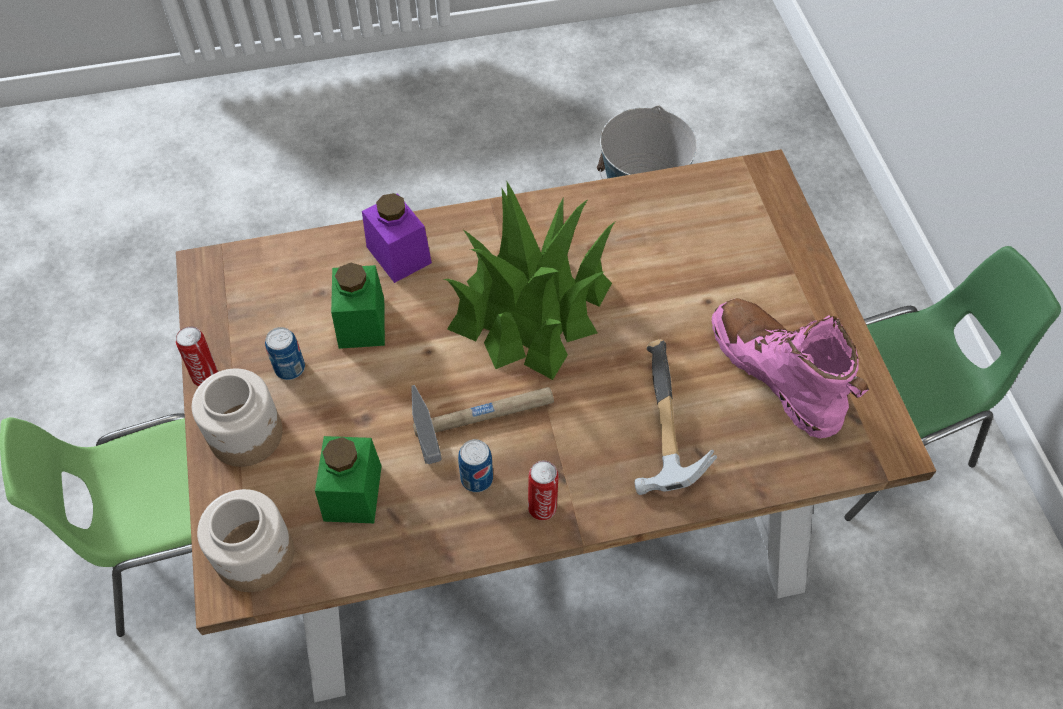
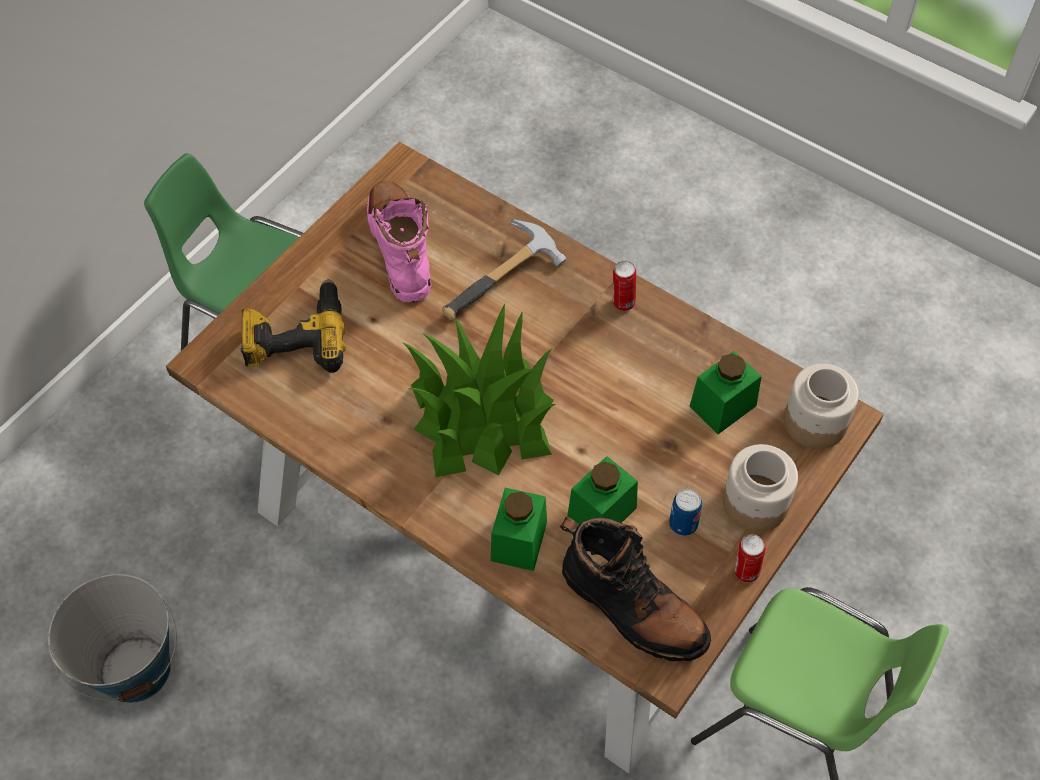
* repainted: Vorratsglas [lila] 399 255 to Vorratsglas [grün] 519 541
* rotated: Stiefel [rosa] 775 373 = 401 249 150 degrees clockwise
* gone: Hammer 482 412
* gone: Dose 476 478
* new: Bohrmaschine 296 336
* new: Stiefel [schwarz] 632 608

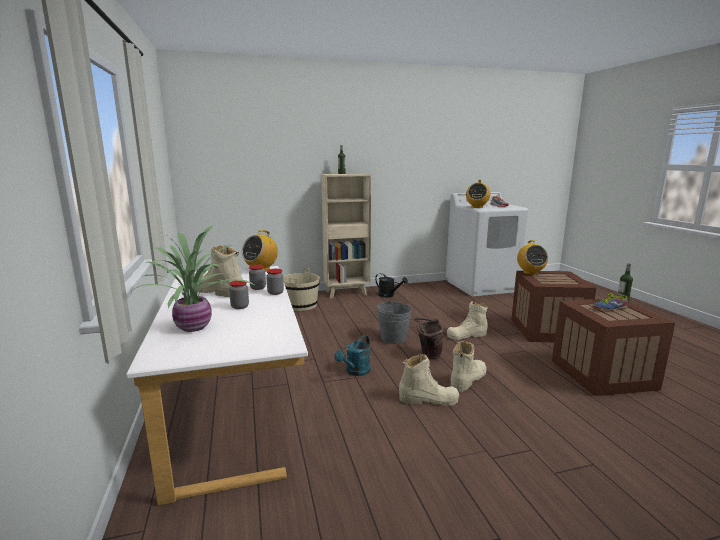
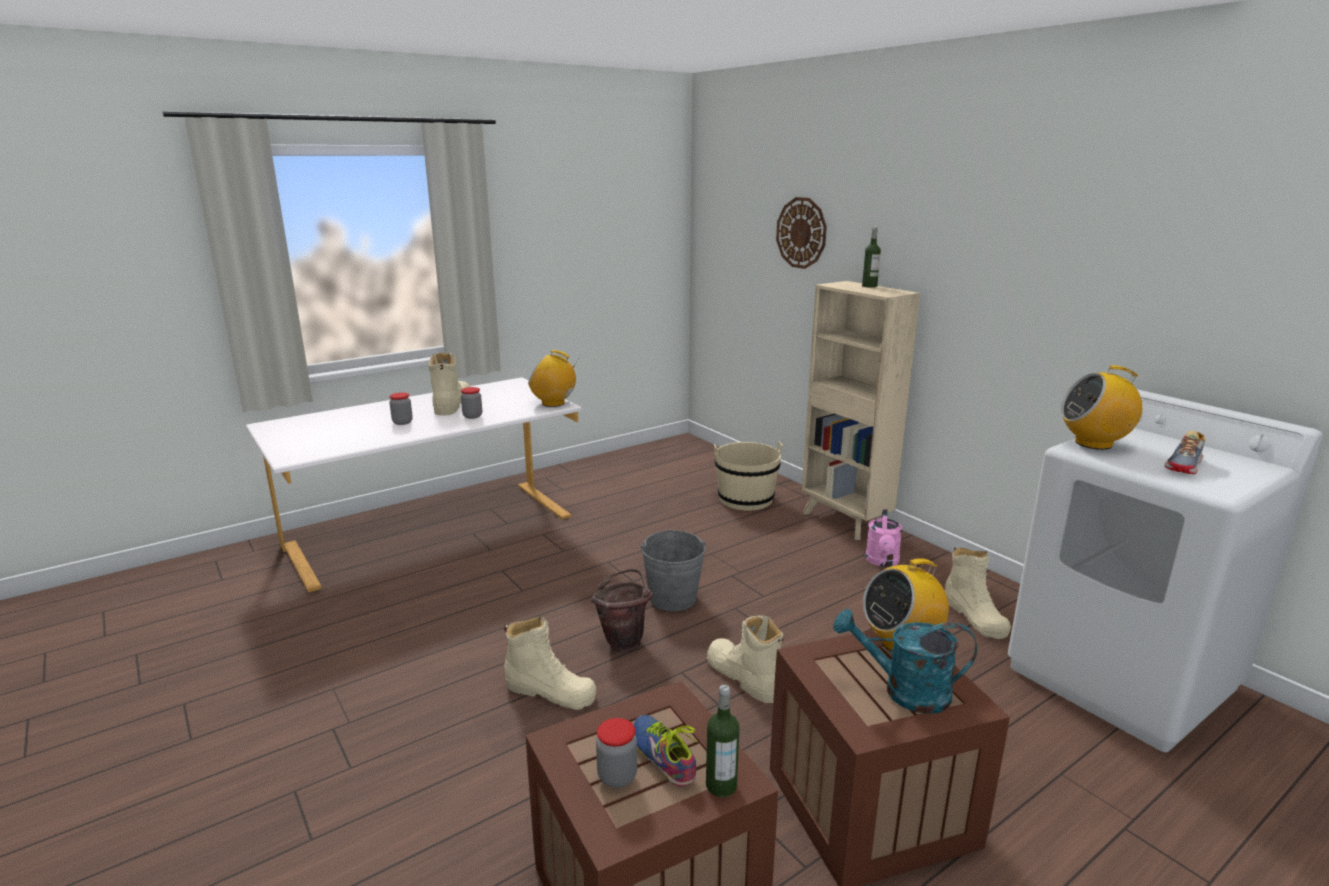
* gone: Topfpflanze 195 327
* shifted: Vorratsglas 275 293 to 617 776
* repainted: Gießkanne [schwarz] 389 295 to Gießkanne [rosa] 882 562
* shifted: Gießkanne [türkis] 355 372 to 904 692
* shifted: Stiefel [beige] 428 399 to 975 616
* new: Wanduhr 801 233

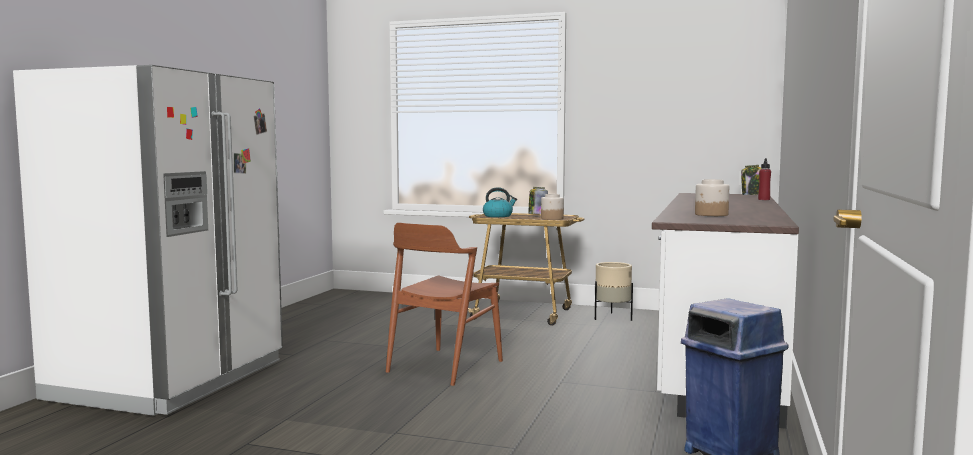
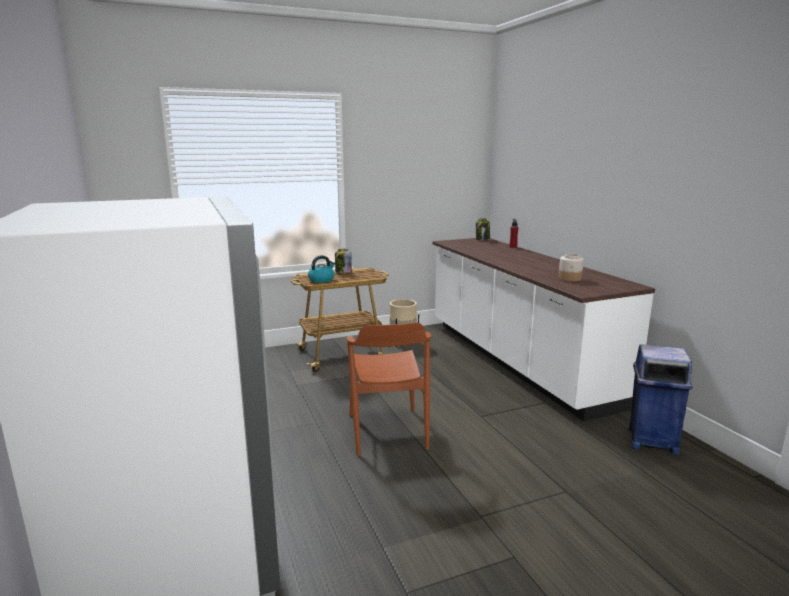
* gone: Vorratsglas 552 218

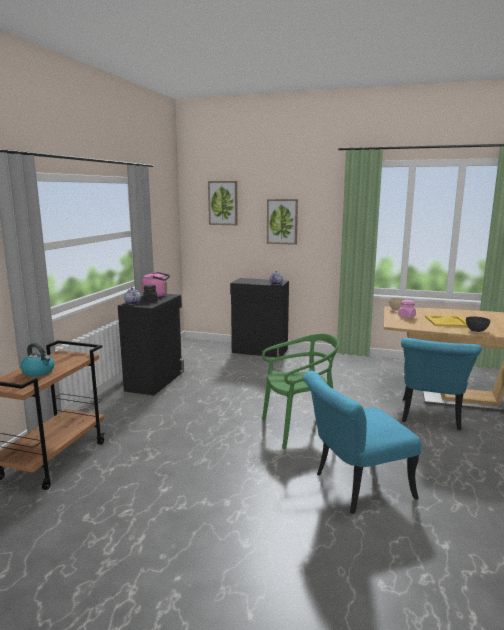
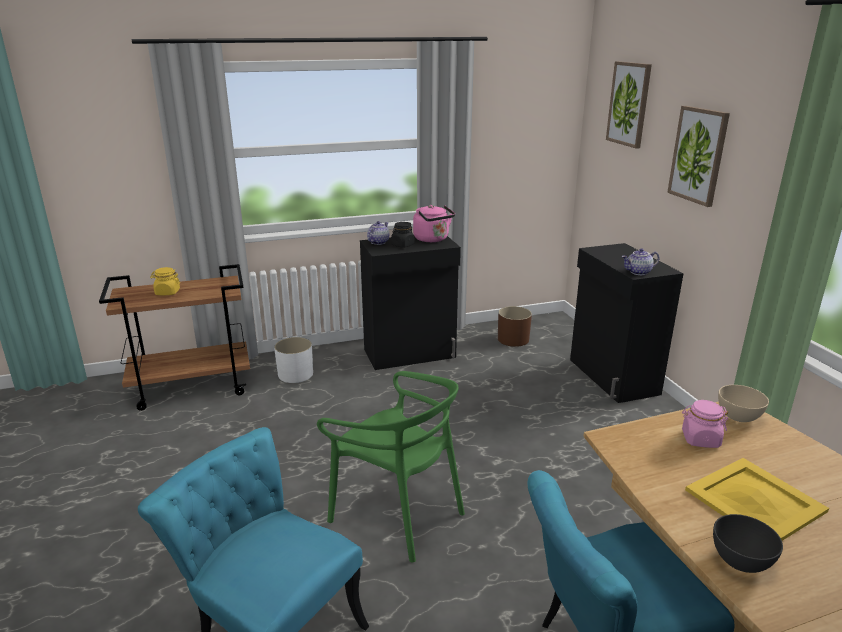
* swapped: Wasserkessel 39 372 to Vorratsglas [gelb] 167 292
* new: Pflanzkübel [braun] 513 339
* new: Pflanzkübel [weiß] 295 374

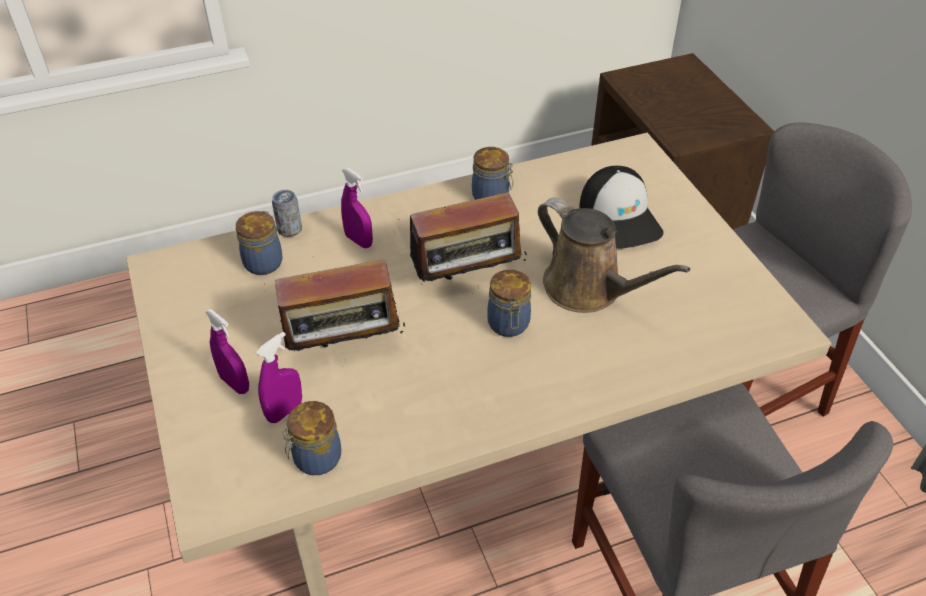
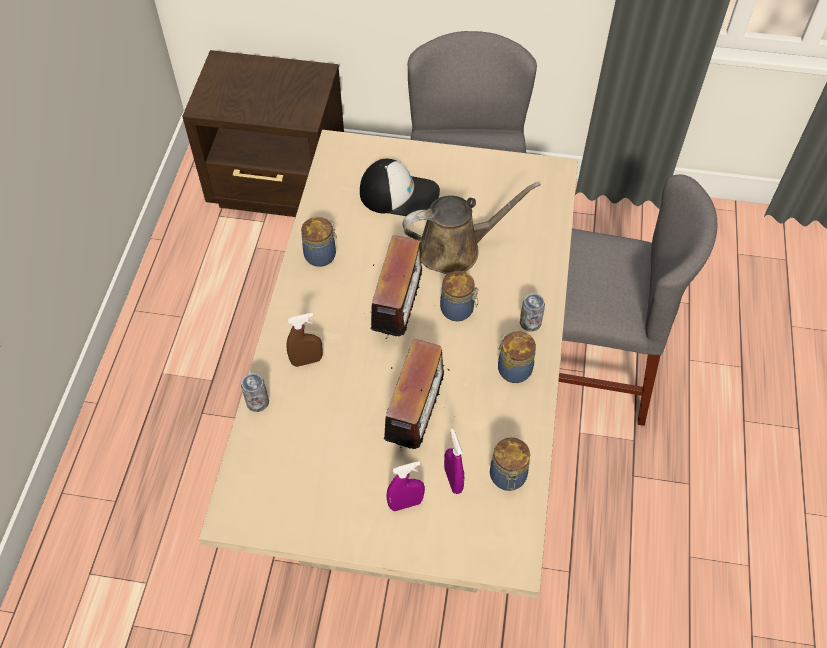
* repainted: Sprühflasche [lila] 359 241 to Sprühflasche [braun] 306 361
* shifted: Vorratsglas 264 262 to 513 369
* new: Dose 530 323

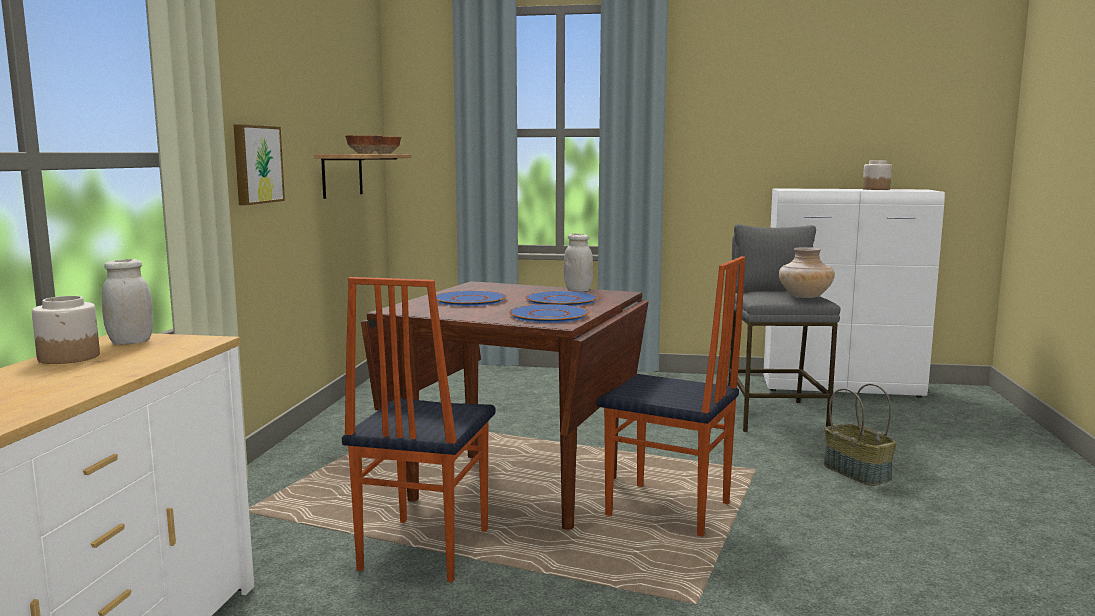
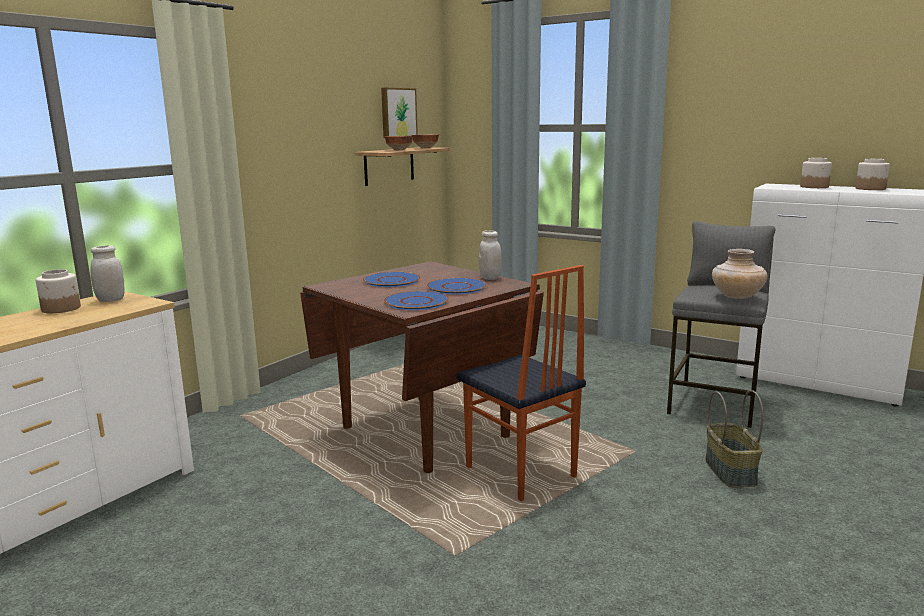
* shifted: Bild 256 164 to 397 113
* gone: Stuhl 422 550
* new: Vorratsglas 814 187

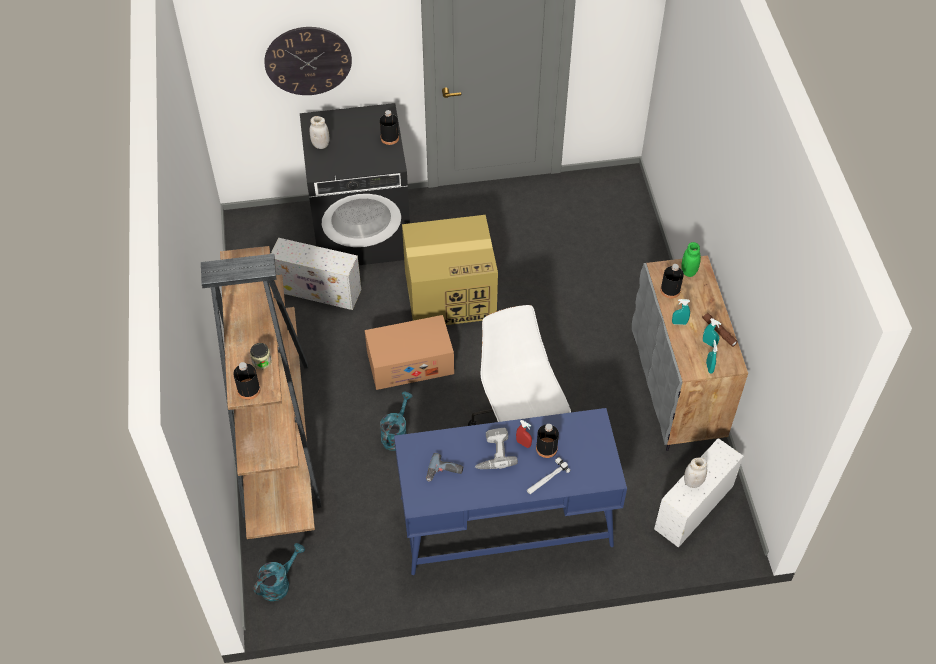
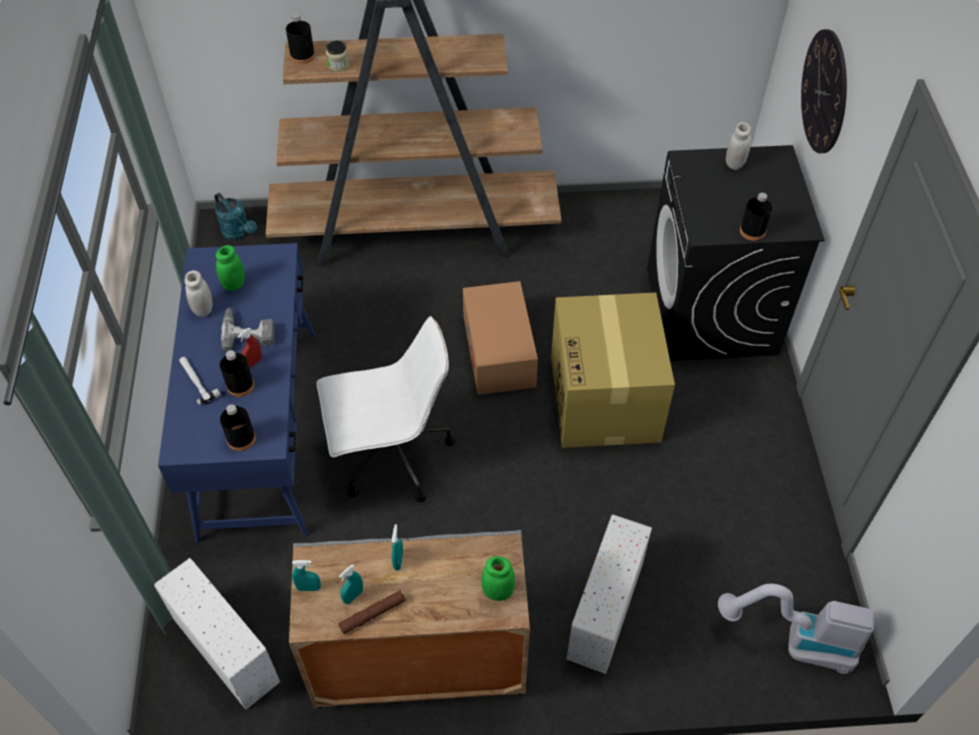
* shifted: Aufbewahrungsbox [weiß] 319 291 to 605 612
* shifted: Flasche [schwarz] 670 290 to 241 438
* gone: Gießkanne [türkis] 396 434
* swapped: Bohrmaschine 444 473 to Vorratsglas [grün] 234 284
* shifted: Vorratsglas [weiß] 693 482 to 203 309
* new: Staubsauger 795 642

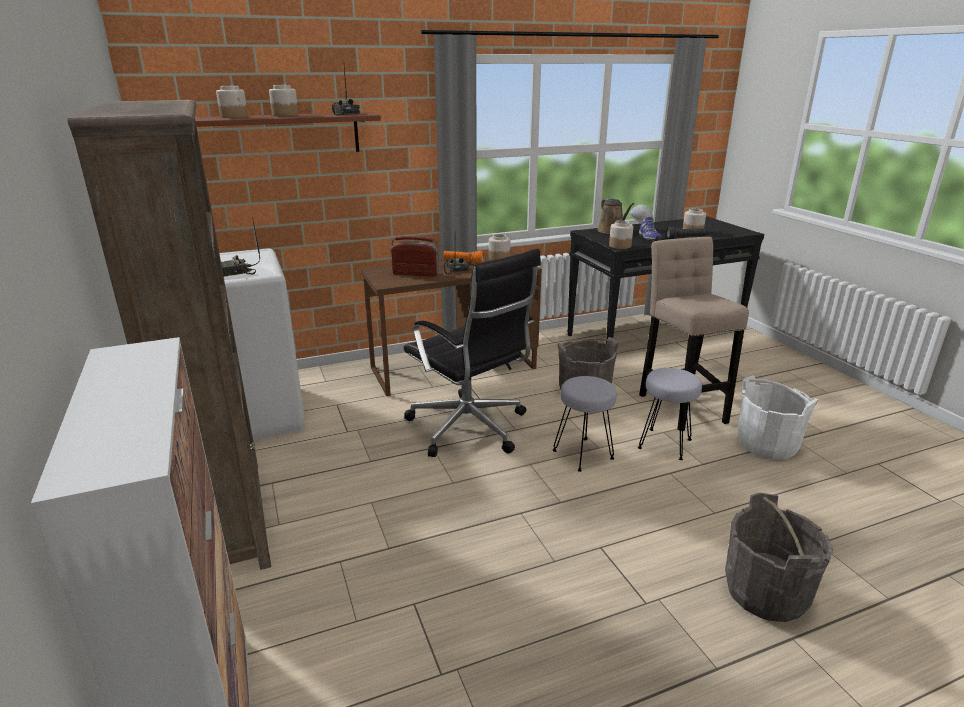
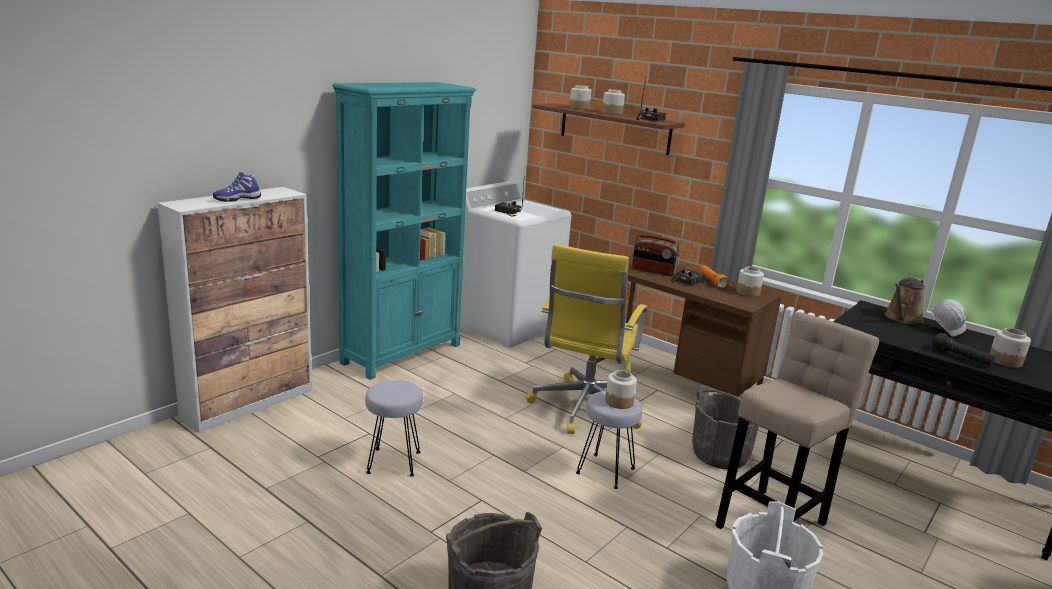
* repainted: Bücherregal [braun] 228 516 to Bücherregal [türkis] 403 353
* shifted: Schuh 648 238 to 237 199
* shifted: Vorratsglas 620 246 to 619 402
* rotated: Radio 416 273 = 653 271 135 degrees clockwise
* repainted: Bürostuhl [schwarz] 470 428 to Bürostuhl [gelb] 584 408
* shifted: Hocker [grau] 664 444 to 393 462

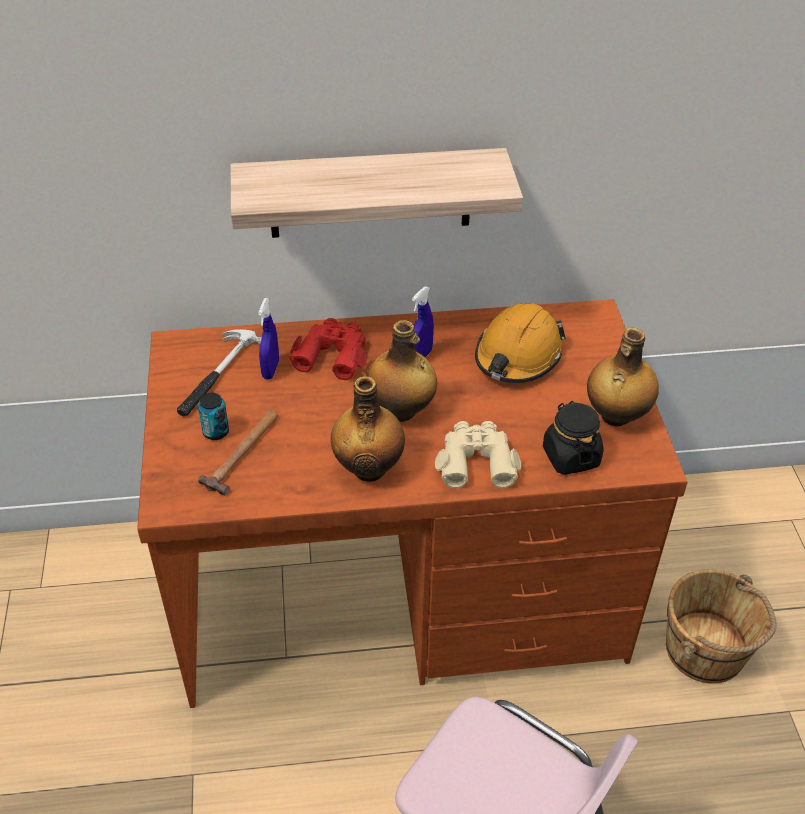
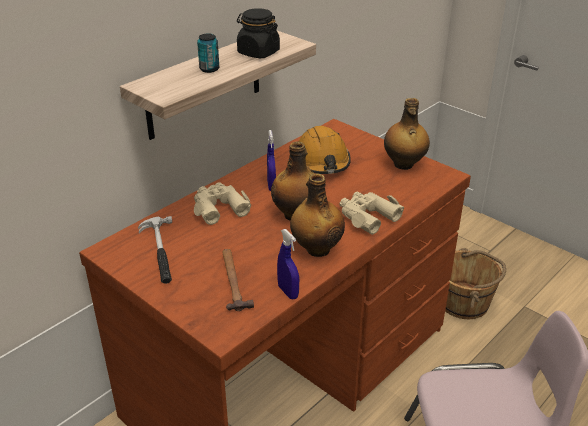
* shifted: Sprühflasche [blau] 270 370 to 288 292
* repainted: Fernglas [rot] 332 354 to Fernglas [beige] 219 207
* shifted: Dose 216 432 to 209 69
* shifted: Vorratsglas [schwarz] 570 456 to 258 52

